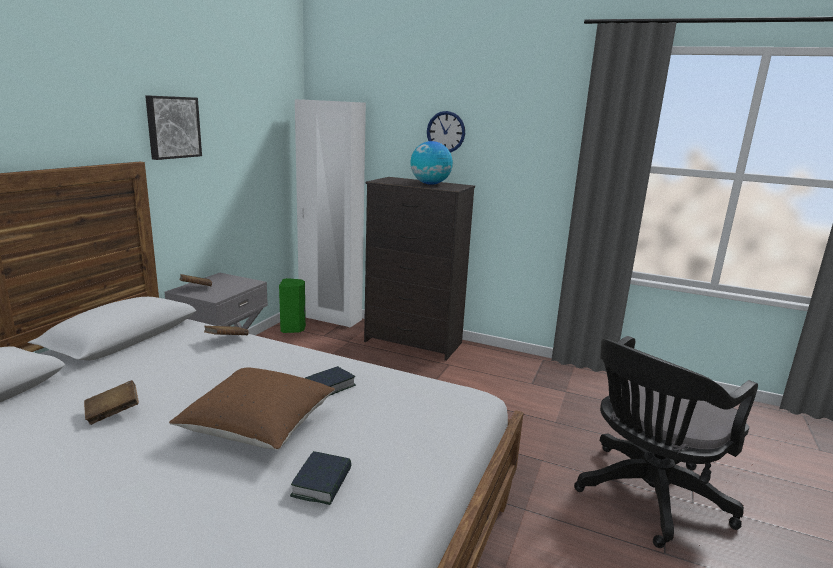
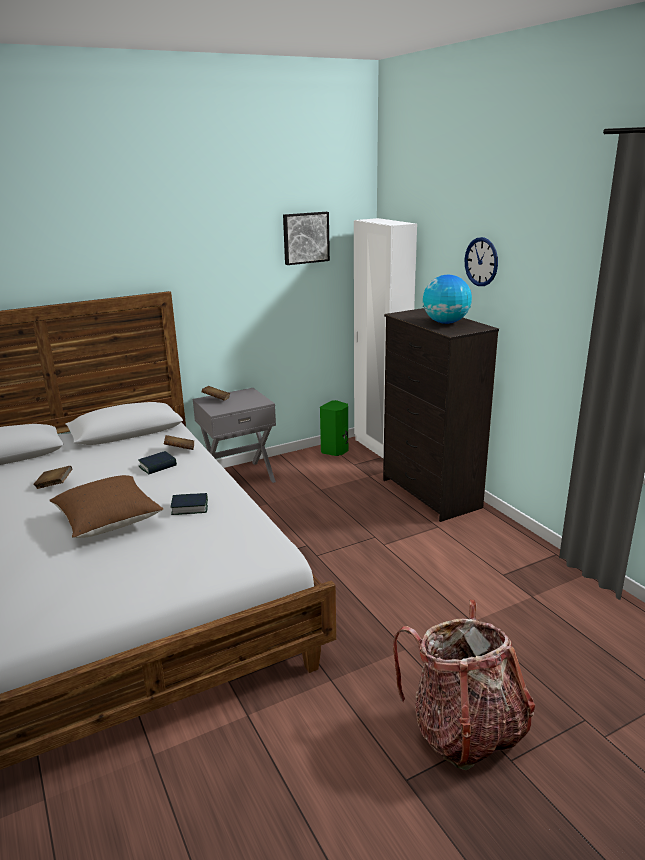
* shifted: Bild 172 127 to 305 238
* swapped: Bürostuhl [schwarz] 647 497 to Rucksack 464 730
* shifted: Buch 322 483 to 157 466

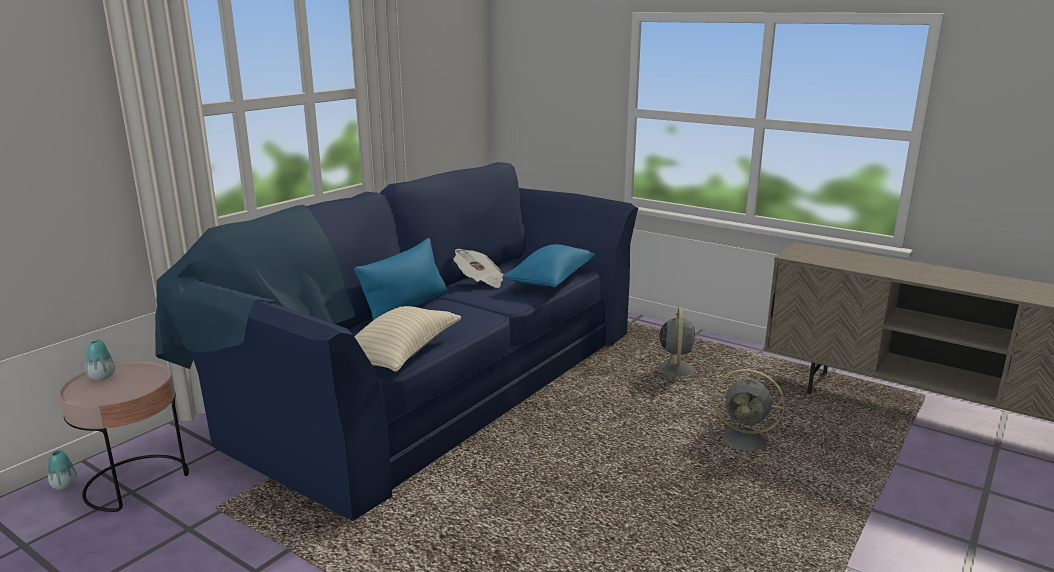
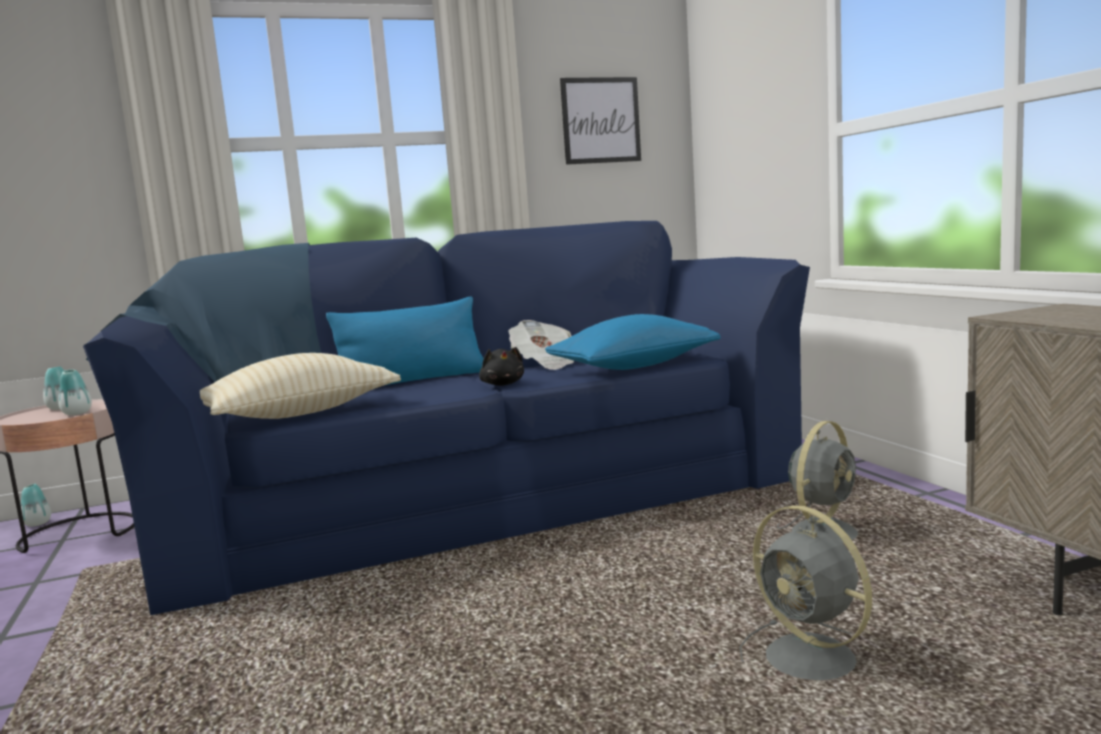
* new: Bild 601 120
* new: Plüschtier [schwarz] 503 384
* new: Vase 77 413

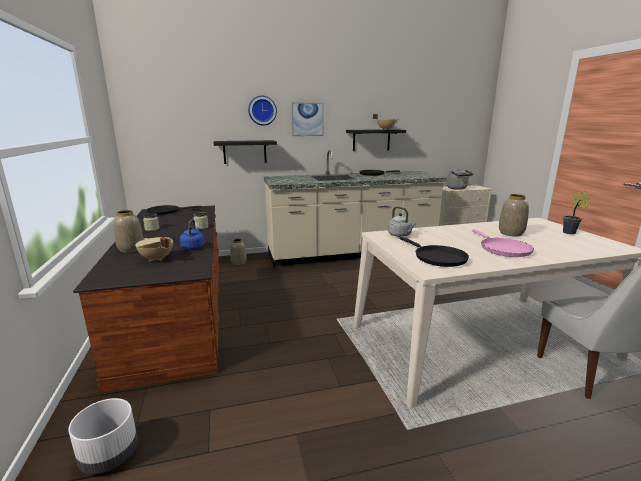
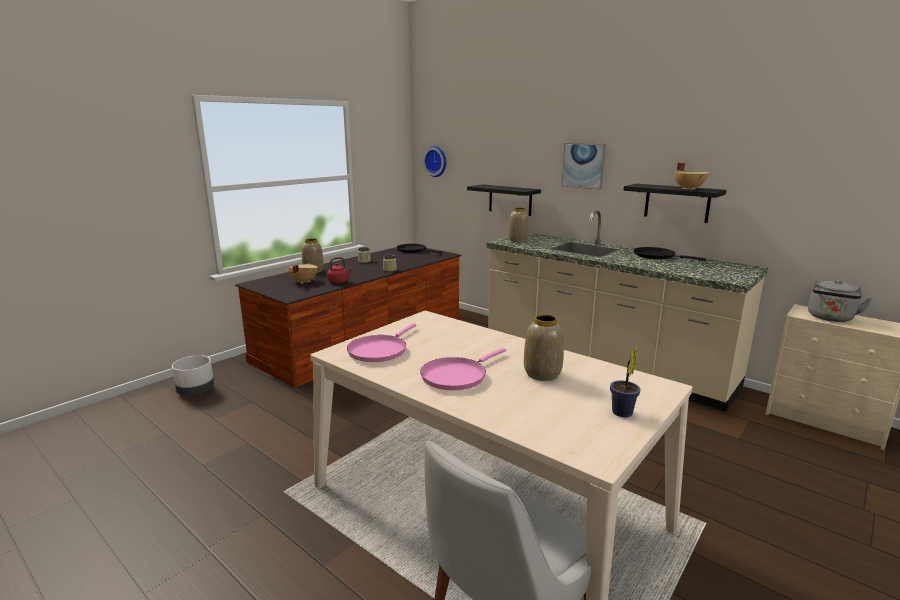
* shifted: Wanduhr 262 110 to 436 161
* gone: Wasserkessel [grau] 400 235
* repainted: Wasserkessel [blau] 193 247 to Wasserkessel [rot] 339 281
* repainted: Pfanne [schwarz] 437 258 to Pfanne [rosa] 379 350
* shifted: Vase 238 263 to 518 240

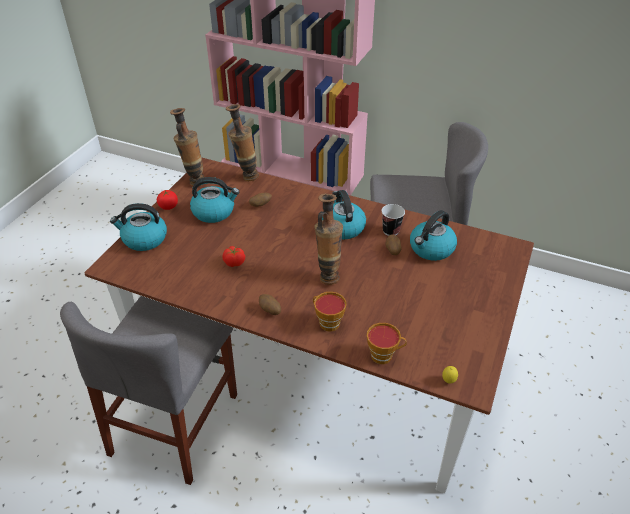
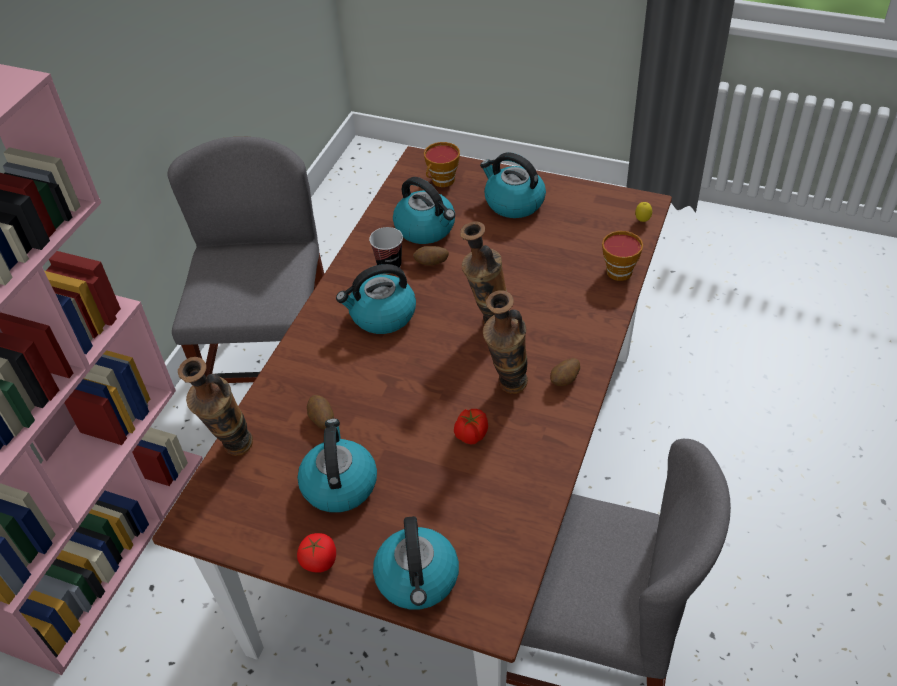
* shifted: Vase 194 181 to 507 390
* shifted: Tasse 327 322 to 441 181
* new: Wasserkessel 513 202

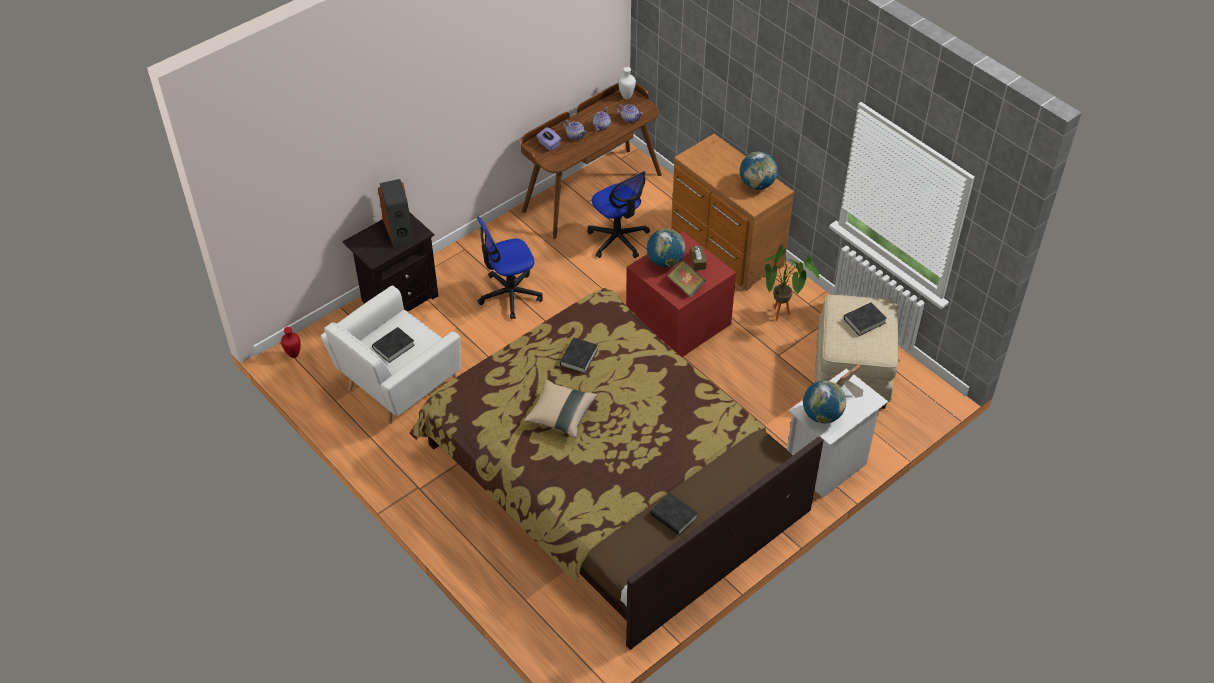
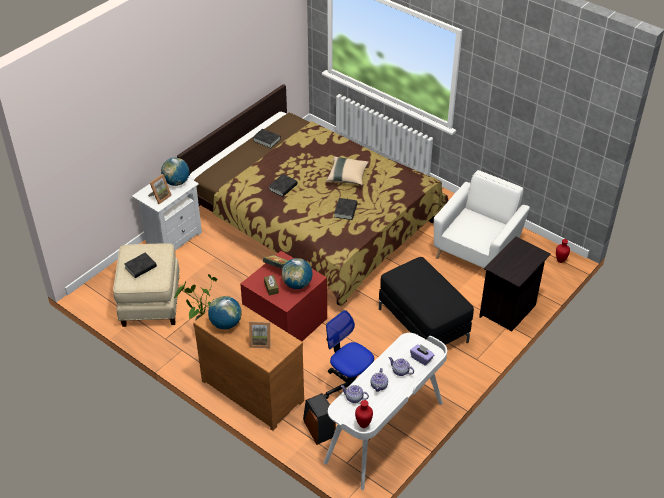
* repainted: Vase [weiß] 627 96 to Vase [rot] 363 425
* repainted: Schreibtisch [braun] 591 192 to Schreibtisch [weiß] 385 433
* shifted: Lautsprecher 399 231 to 318 428
* swapped: Bürostuhl 509 294 to Polsterhocker [schwarz] 423 325
* shifted: Buch [schwarz] 393 347 to 283 187
* new: Bilderrahmen 260 341

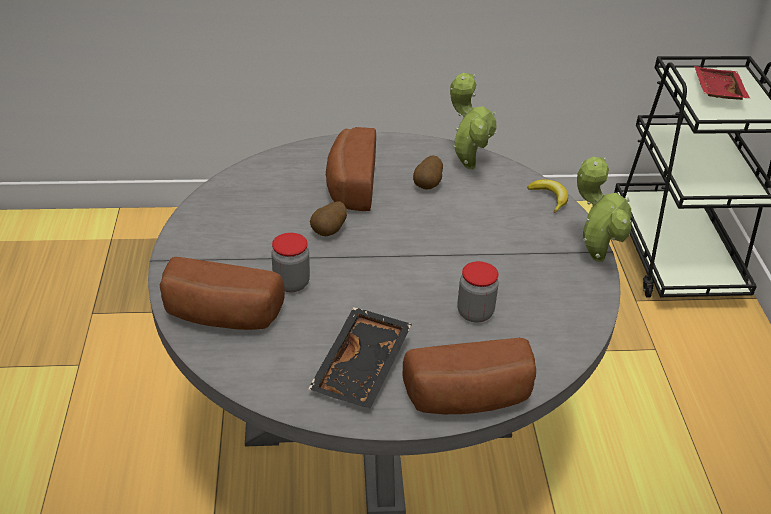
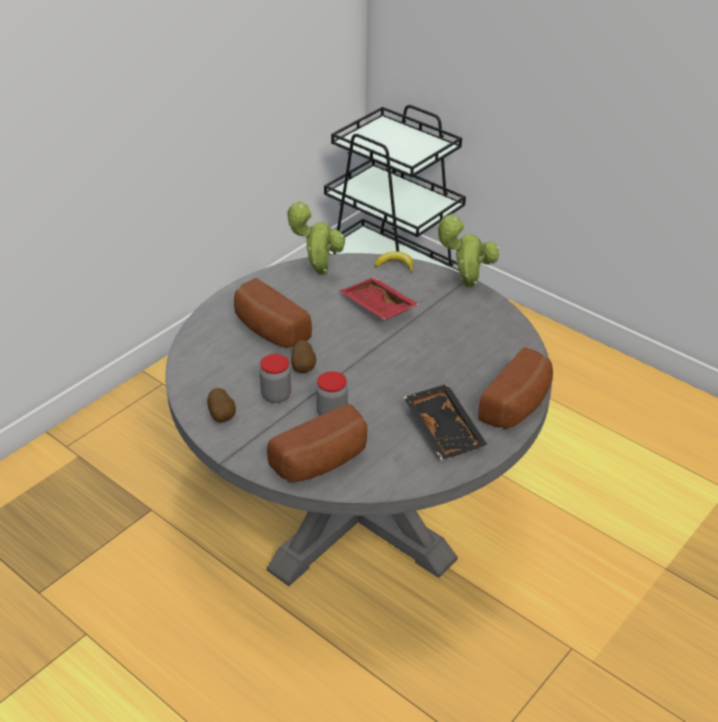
* shifted: Tablett [rot] 716 92 to 377 307
* shifted: Kartoffel 428 185 to 222 416
* shifted: Vorratsglas 475 313 to 276 395

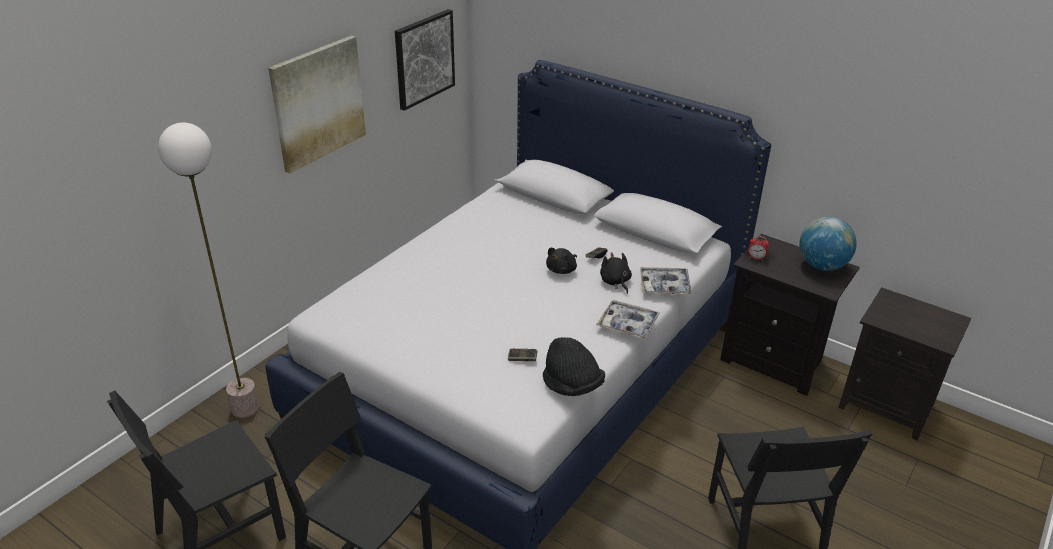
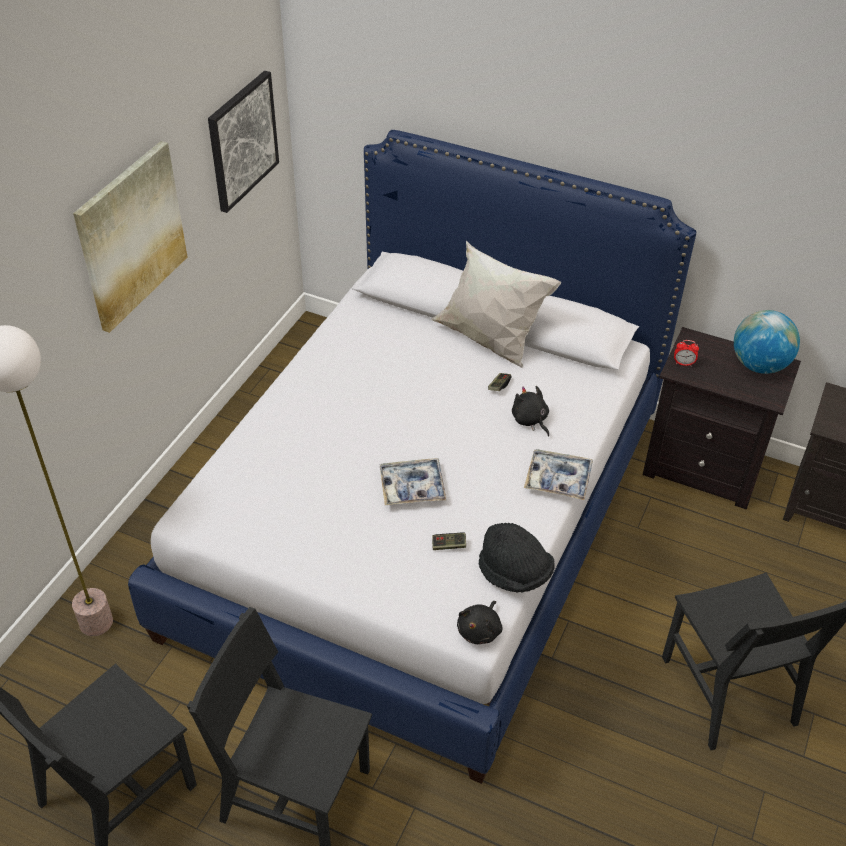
* shifted: Plüschtier [schwarz] 562 270 to 480 630
* shifted: Tablett 664 286 to 412 487
* new: Kissen [weiß] 489 342

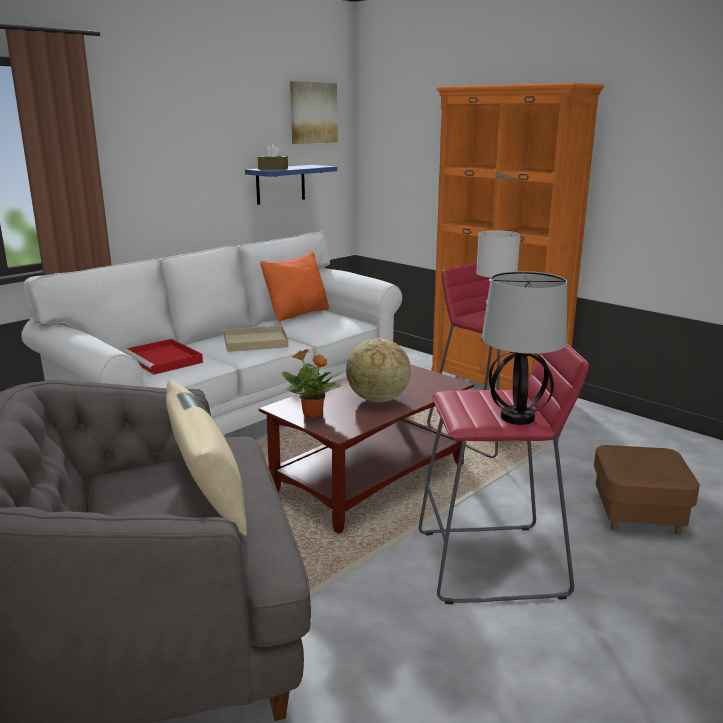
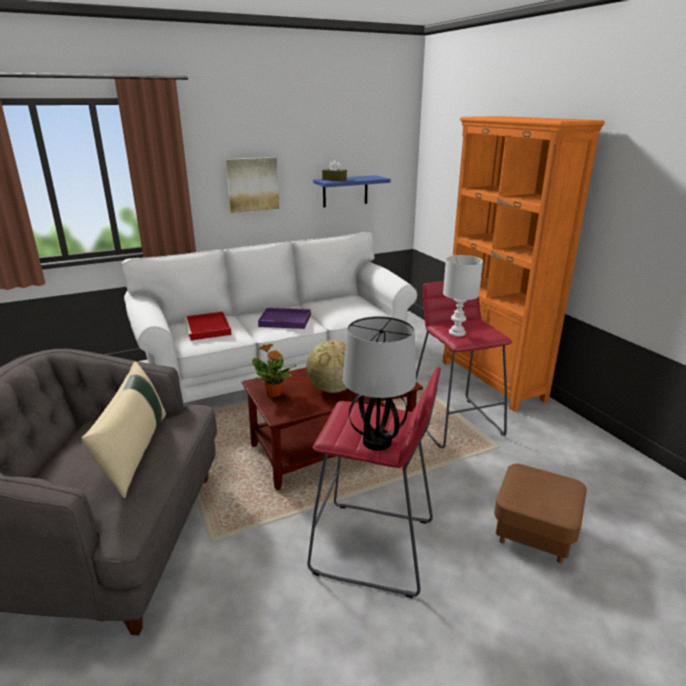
* shifted: Bild 312 112 to 252 184
* gone: Kissen [orange] 298 314
* repainted: Tablett [beige] 254 342 to Tablett [lila] 284 320

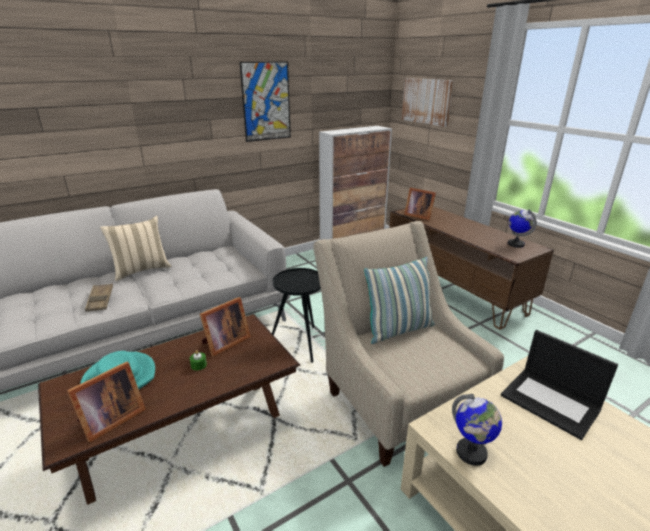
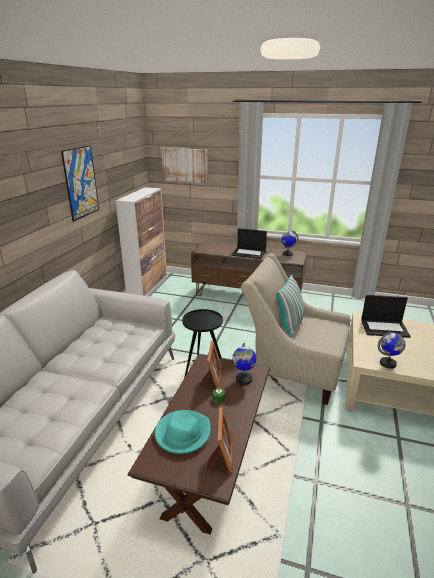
* gone: Bilderrahmen 418 215
* gone: Kissen [beige] 141 270
* gone: Tablett [braun] 100 300
* new: Laptop 249 253
* new: Globus 243 379

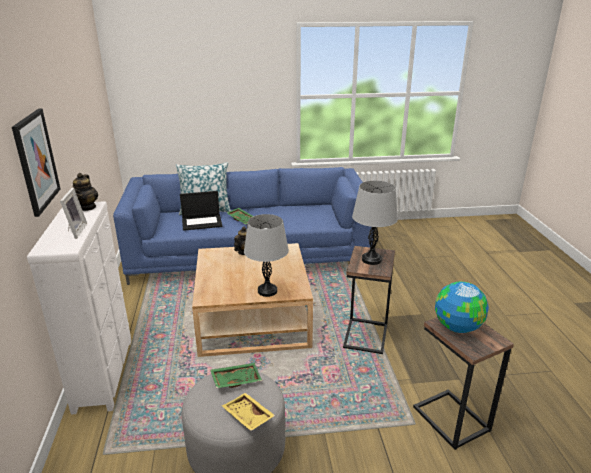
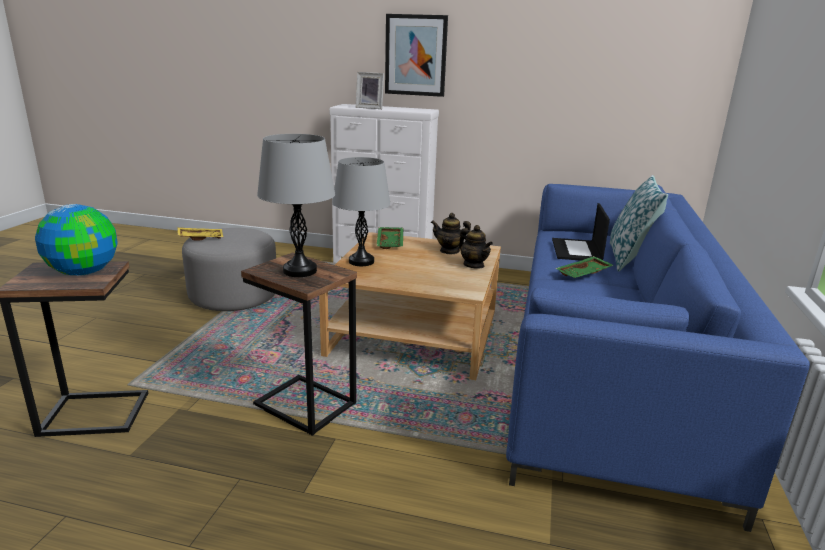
* shifted: Teekanne 86 207 to 450 251
* shifted: Tablett [grün] 236 379 to 391 243

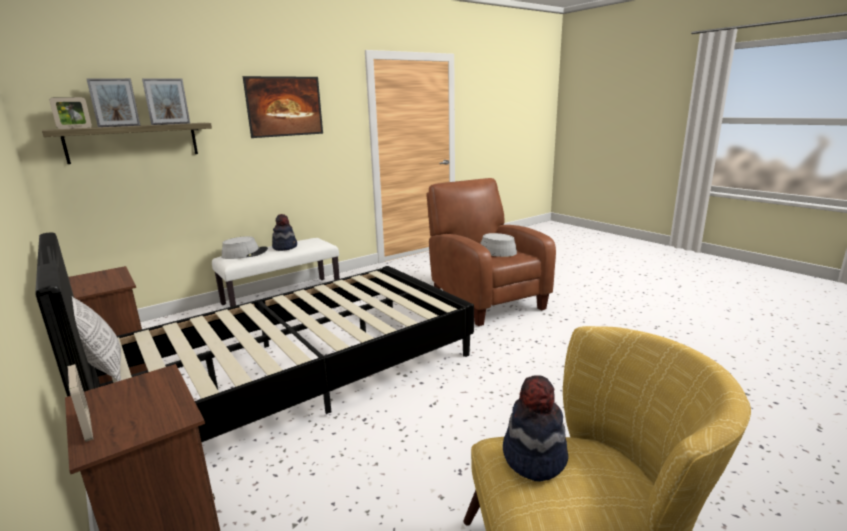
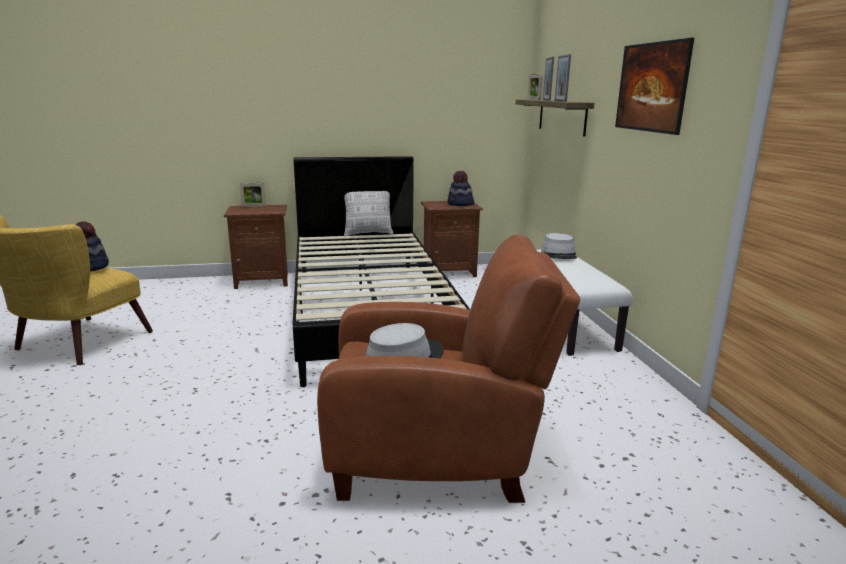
* shifted: Hut 285 247 to 460 204

